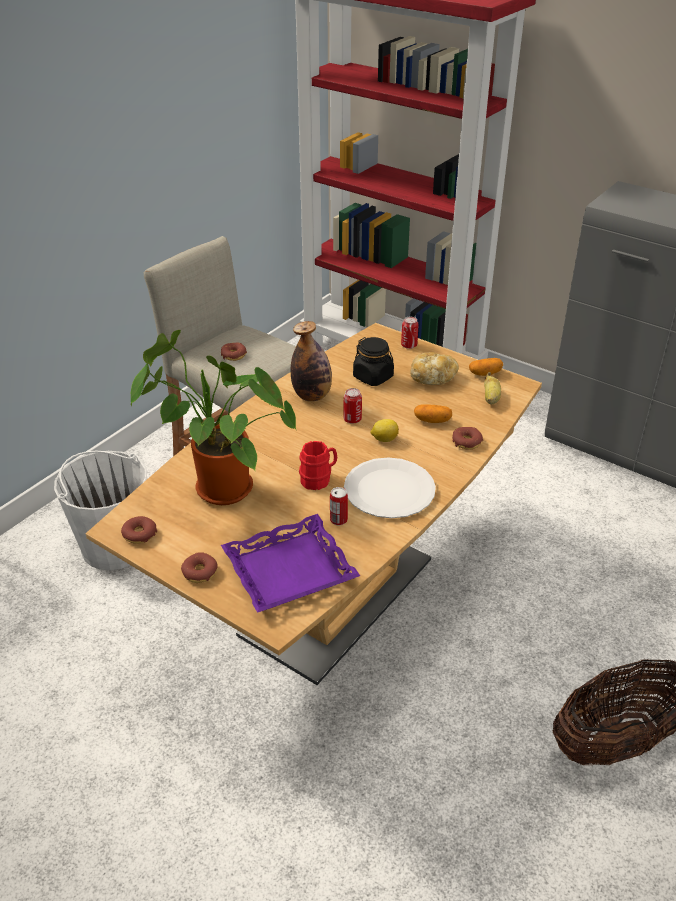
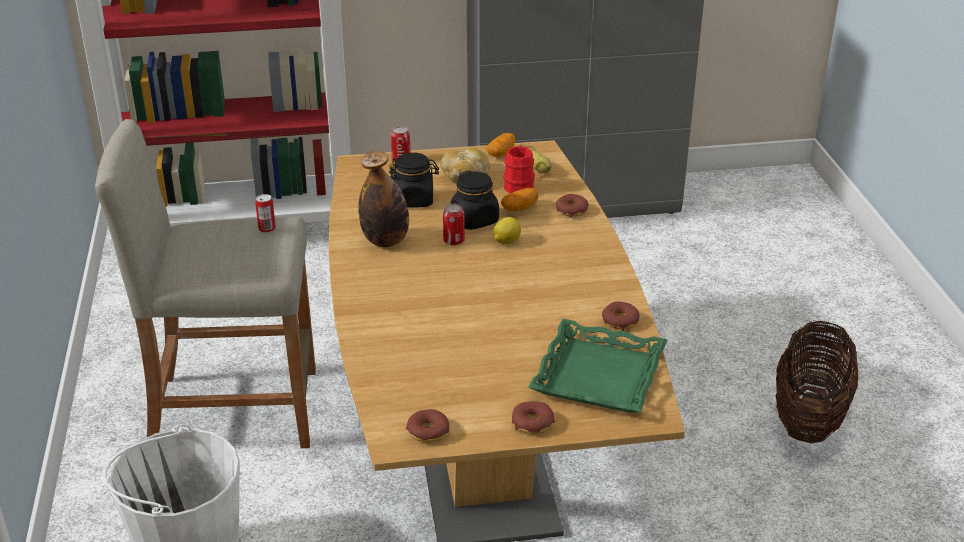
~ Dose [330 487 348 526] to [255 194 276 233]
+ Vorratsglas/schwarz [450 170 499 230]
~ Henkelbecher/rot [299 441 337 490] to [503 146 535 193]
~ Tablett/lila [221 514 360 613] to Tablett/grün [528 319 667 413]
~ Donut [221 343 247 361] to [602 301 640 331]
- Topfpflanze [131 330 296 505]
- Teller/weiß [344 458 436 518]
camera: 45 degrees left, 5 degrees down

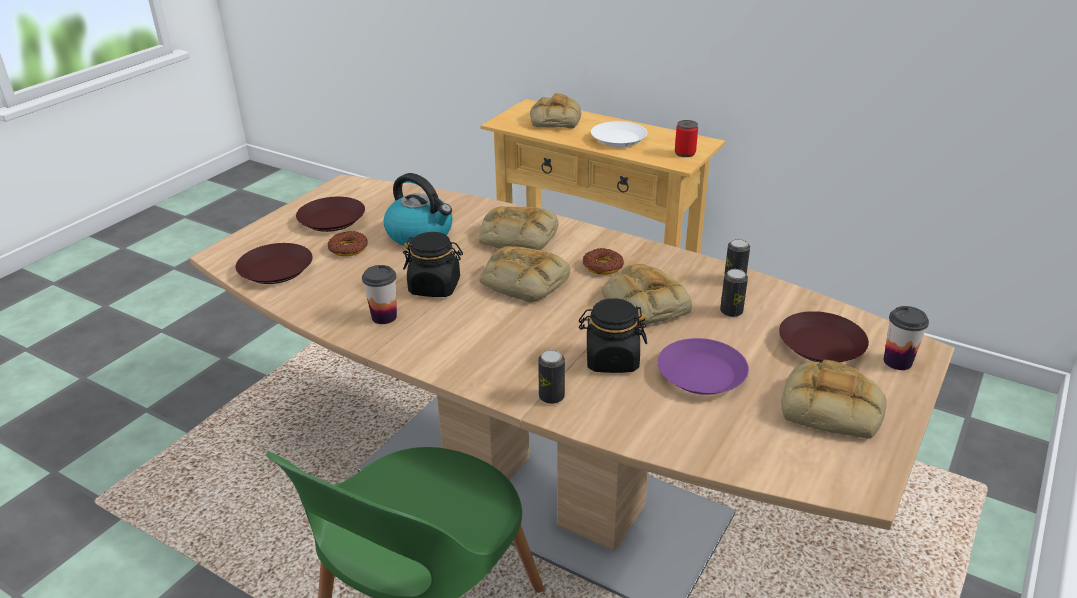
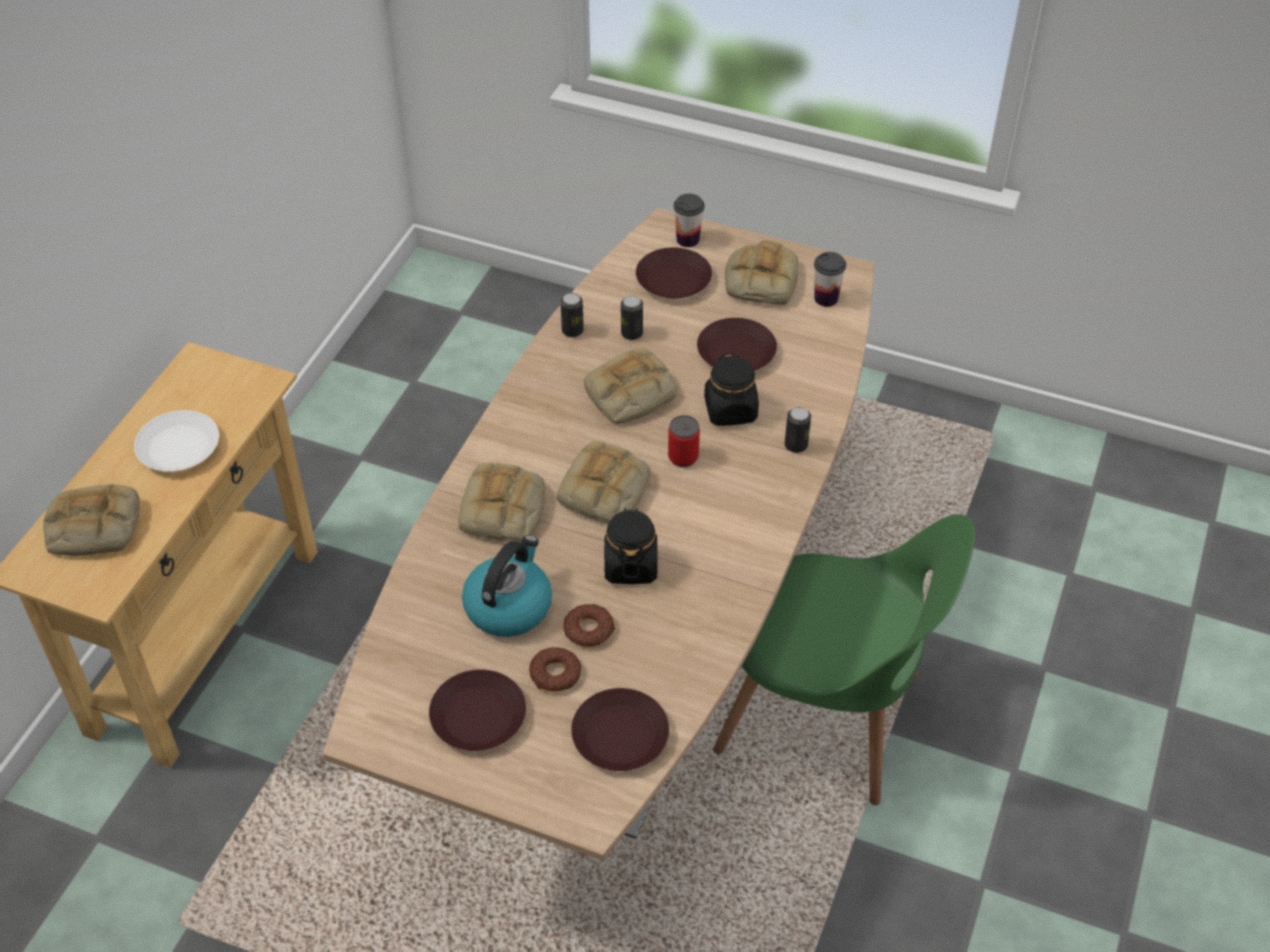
~ Donut [583 248 624 275] to [563 604 615 647]
~ Dose [675 120 698 157] to [668 415 700 467]
~ Teller/lila [658 338 749 395] to Teller/braun [697 318 777 371]
~ Tasse [362 265 397 324] to [814 252 846 307]
camera: 100 degrees left, 15 degrees up

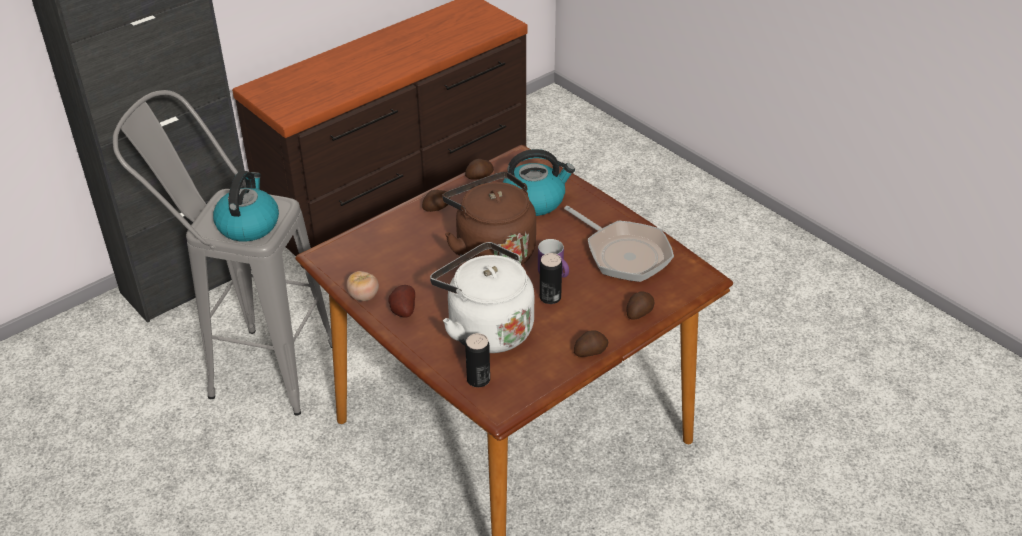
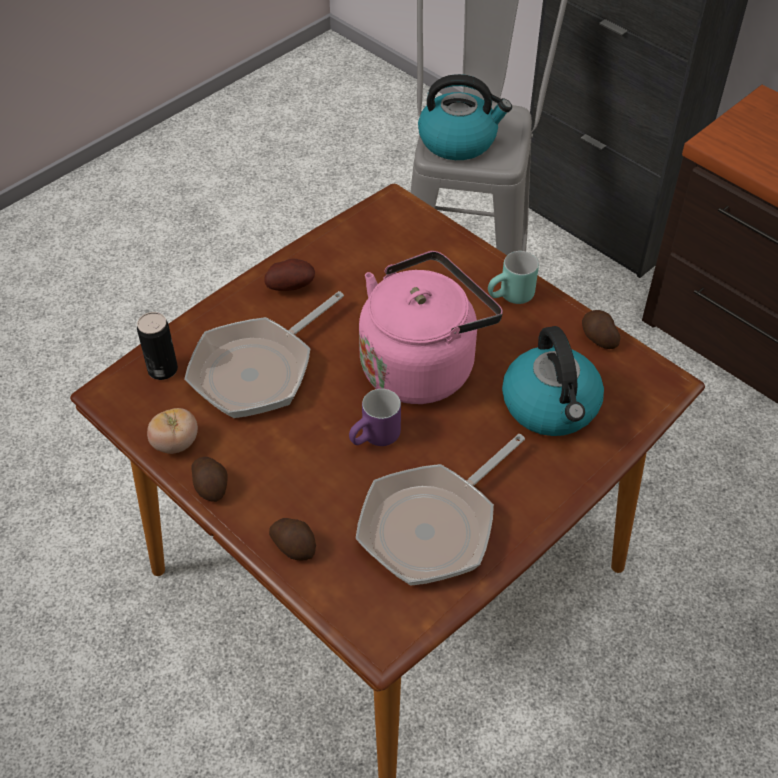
~ Tomate [346 271 379 301] to [147 408 198 454]
~ Wasserkessel/weiß [430 242 534 353] to Pfanne [185 291 344 418]
~ Wasserkessel/braun [443 172 536 265] to Wasserkessel/rosa [359 251 503 404]
~ Kartoffel [422 190 450 212] to Henkelbecher/türkis [488 251 539 304]
- Dose [540 253 562 304]
camera: 85 degrees right, 10 degrees up

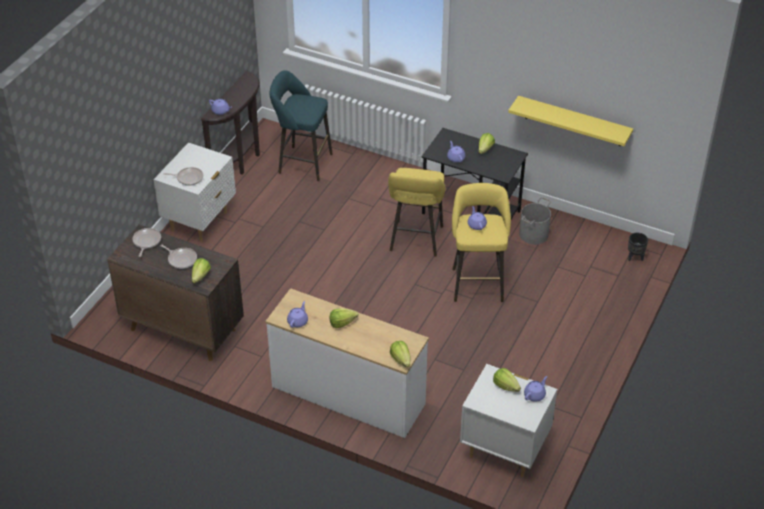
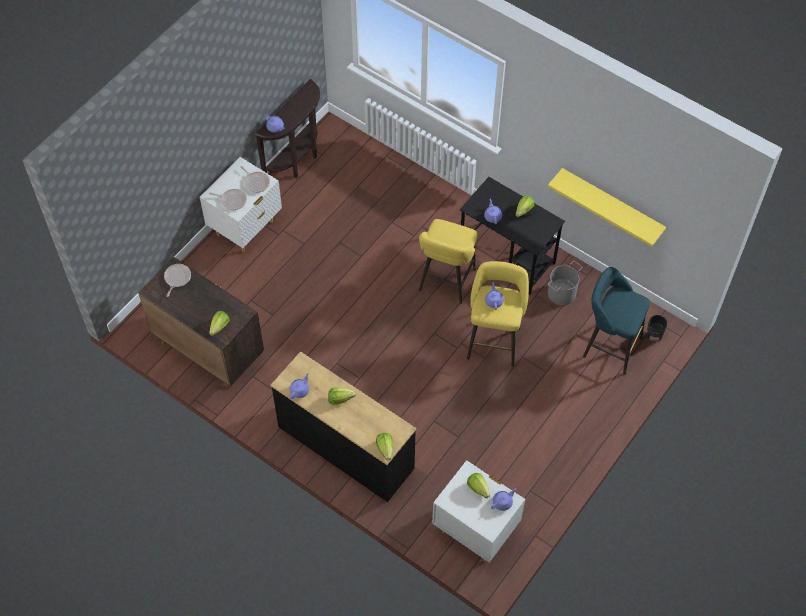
~ Pfanne [160 245 197 269] to [240 166 270 193]
~ Kommode/weiß [265 288 429 438] to Kommode/schwarz [271 351 416 502]
~ Hocker/türkis [270 70 333 181] to [583 267 650 375]
camera: 10 degrees right, 15 degrees up

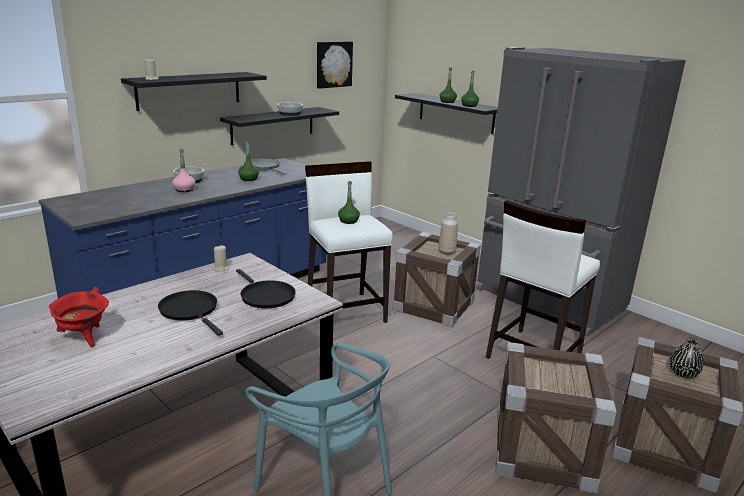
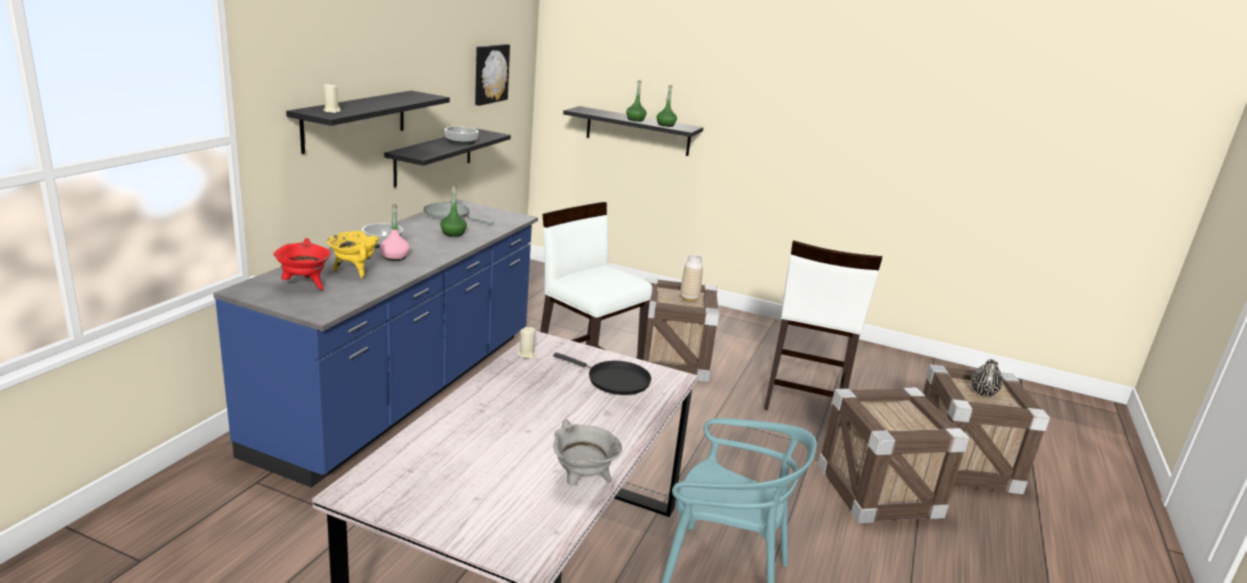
~ Kochtopf/rot [49 287 109 347] to [273 238 331 290]
+ Kochtopf/gelb [327 231 379 279]
+ Kochtopf/grau [554 419 622 486]
- Pfanne/schwarz [158 290 223 336]
- Flasche/grün [338 181 360 224]
- Kühlschrank/grau [476 47 686 336]
camera: 25 degrees left, 0 degrees up

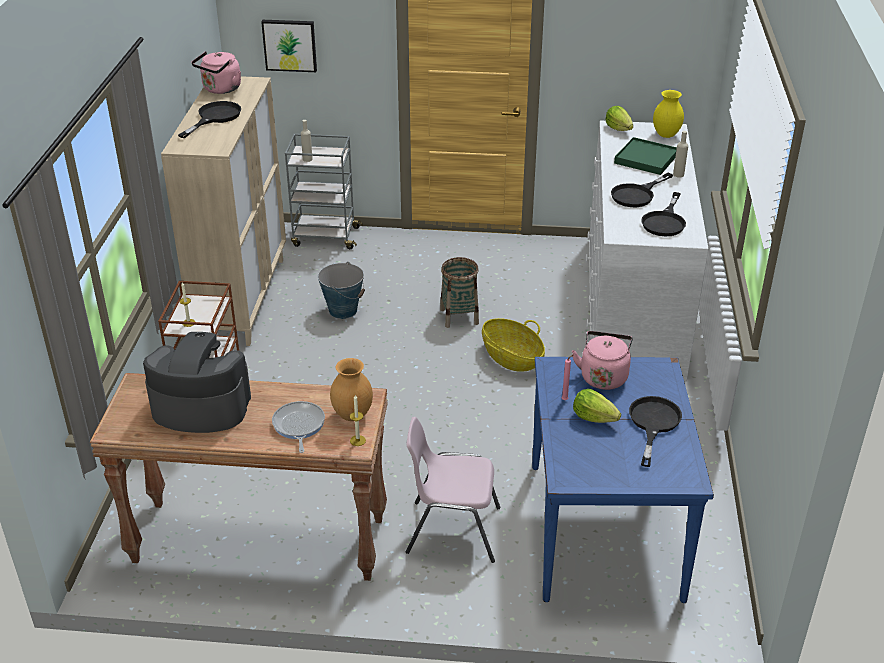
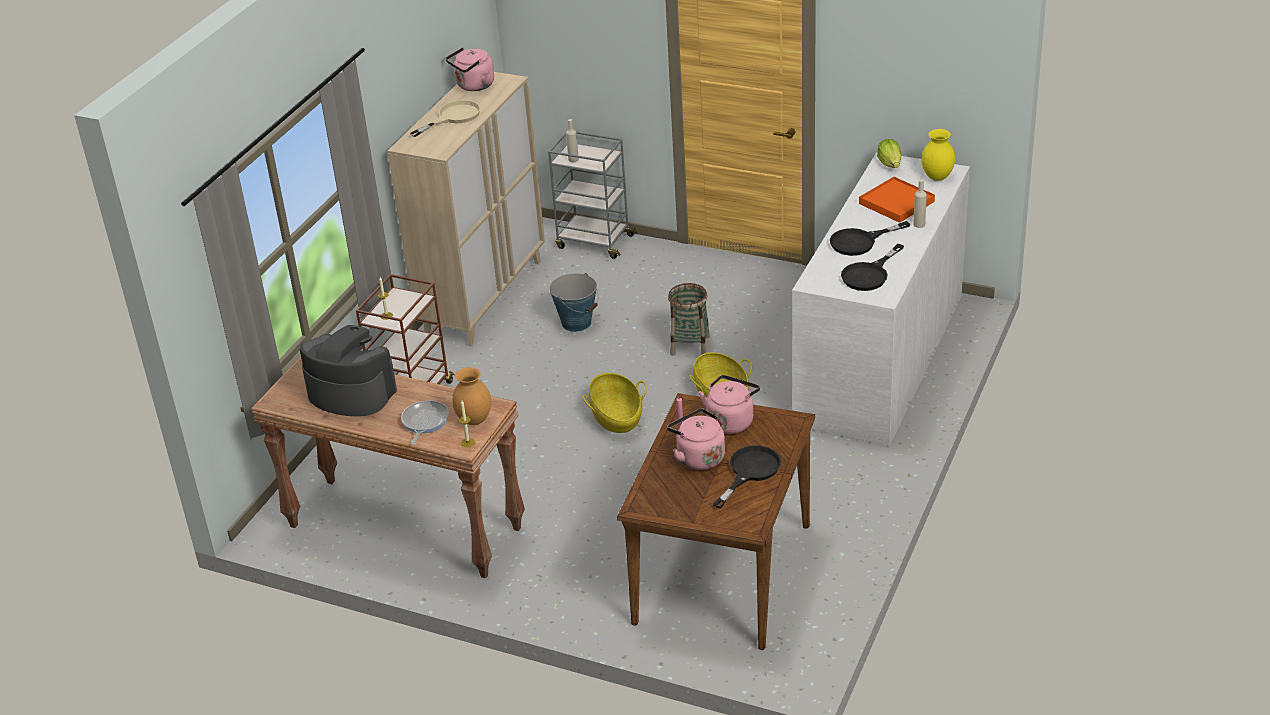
~ Pfanne/schwarz [178 101 241 138] to Pfanne/beige [410 100 481 137]
+ Korb [582 373 647 433]
~ Esstisch/blau [532 357 714 603] to Esstisch/braun [617 393 815 650]
~ Salatkopf [573 389 621 423] to Wasserkessel/rosa [667 409 725 470]
~ Tablett/grün [614 137 677 175] to Tablett/orange [859 177 935 223]
- Bild [261 20 317 72]
- Stuhl/rosa [406 417 500 563]
camera: 20 degrees right, 0 degrees up

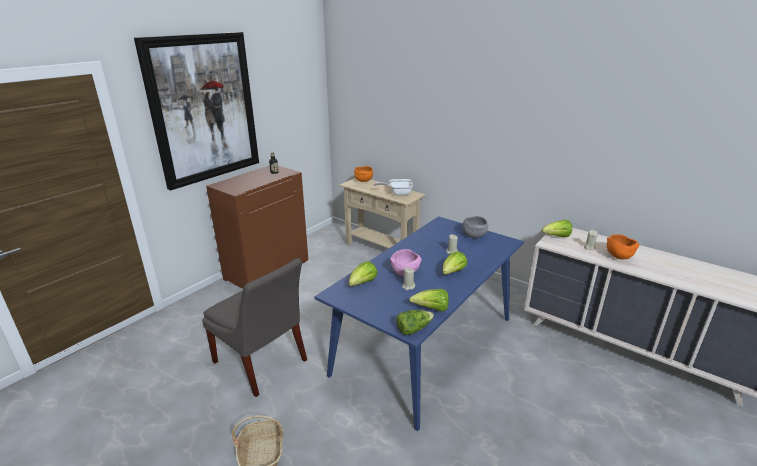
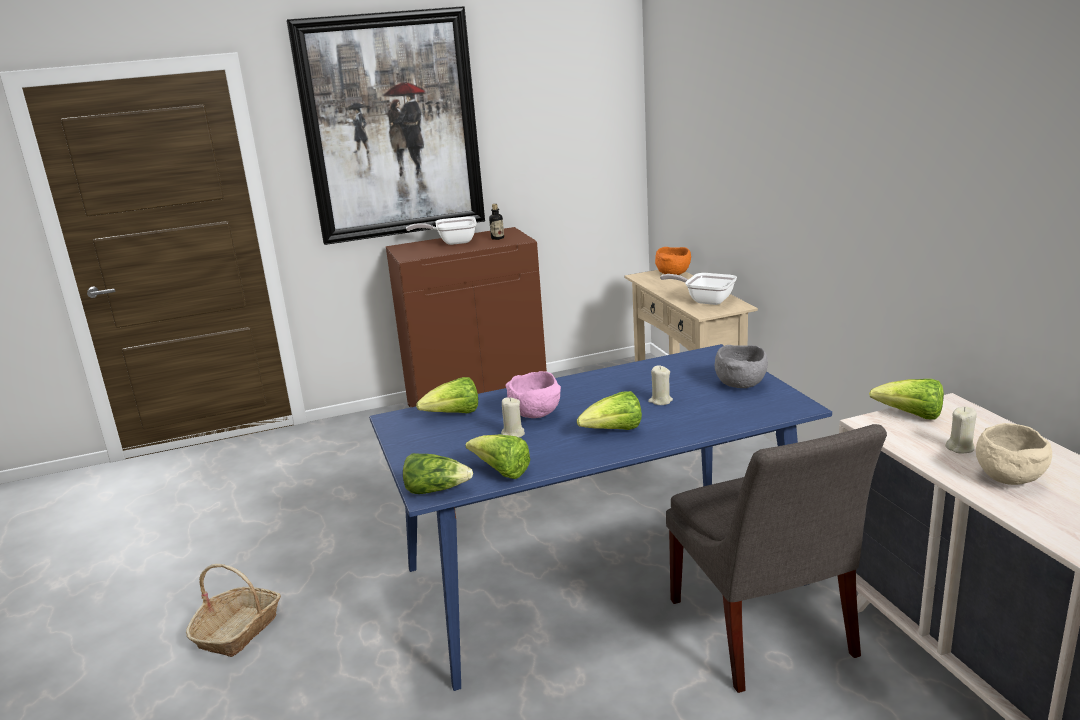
+ Pfanne [406 216 477 245]
~ Stuhl/grau [202 258 307 397] to [666 424 887 693]
~ Schüssel/orange [607 234 639 259] to Schüssel/beige [976 423 1052 485]
camera: 35 degrees right, 5 degrees down

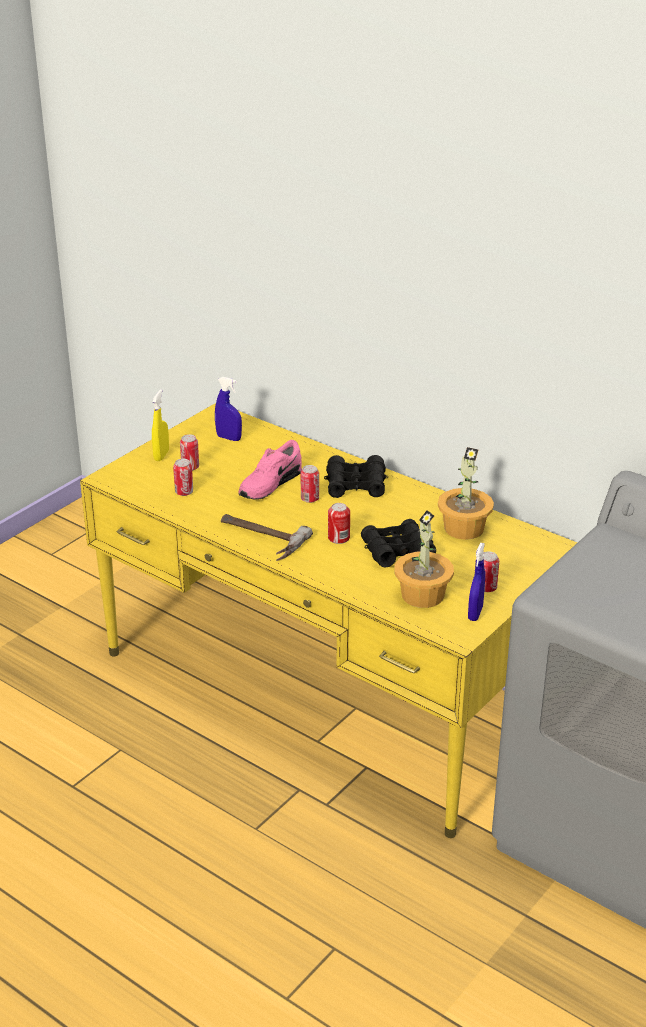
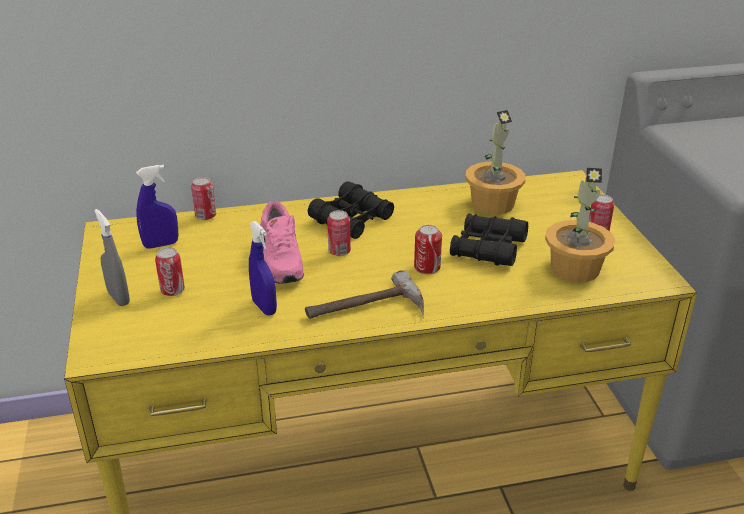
~ Sprühflasche/gelb [152 389 169 461] to Sprühflasche/grau [94 209 130 306]
~ Dose [173 459 193 496] to [191 177 216 220]
~ Sprühflasche/blau [468 543 485 621] to [249 221 277 315]
camera: 50 degrees left, 0 degrees up

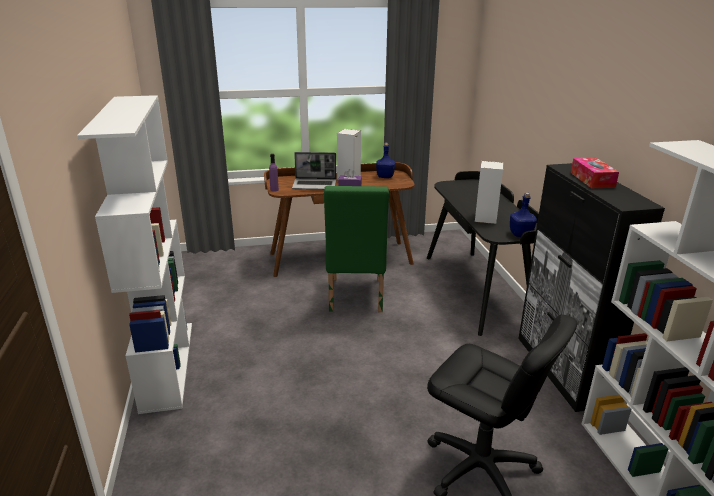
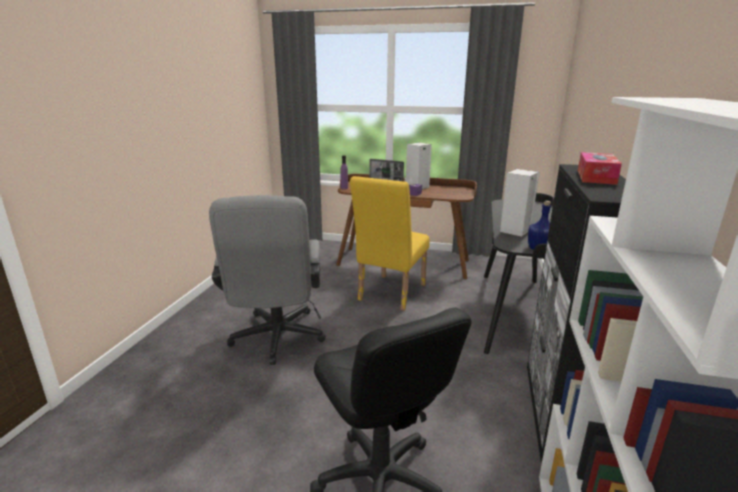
+ Bürostuhl/grau [209 195 326 365]
~ Stuhl/grün [324 186 389 312] to Stuhl/gelb [350 176 429 311]
- Bücherregal/weiß [77 95 192 414]
- Flasche/blau [376 143 395 178]
camera: 25 degrees right, 5 degrees down

